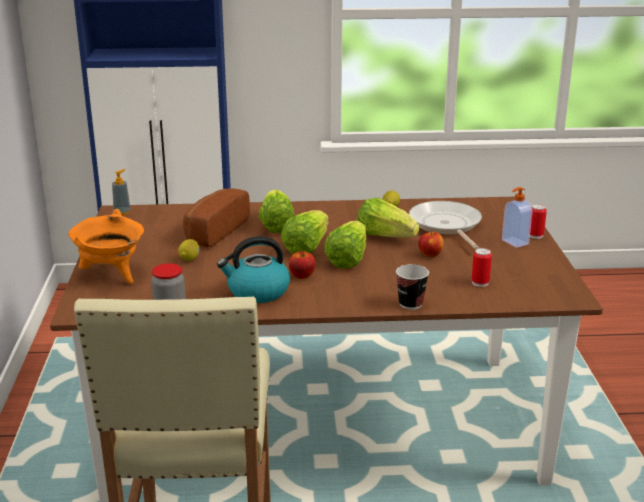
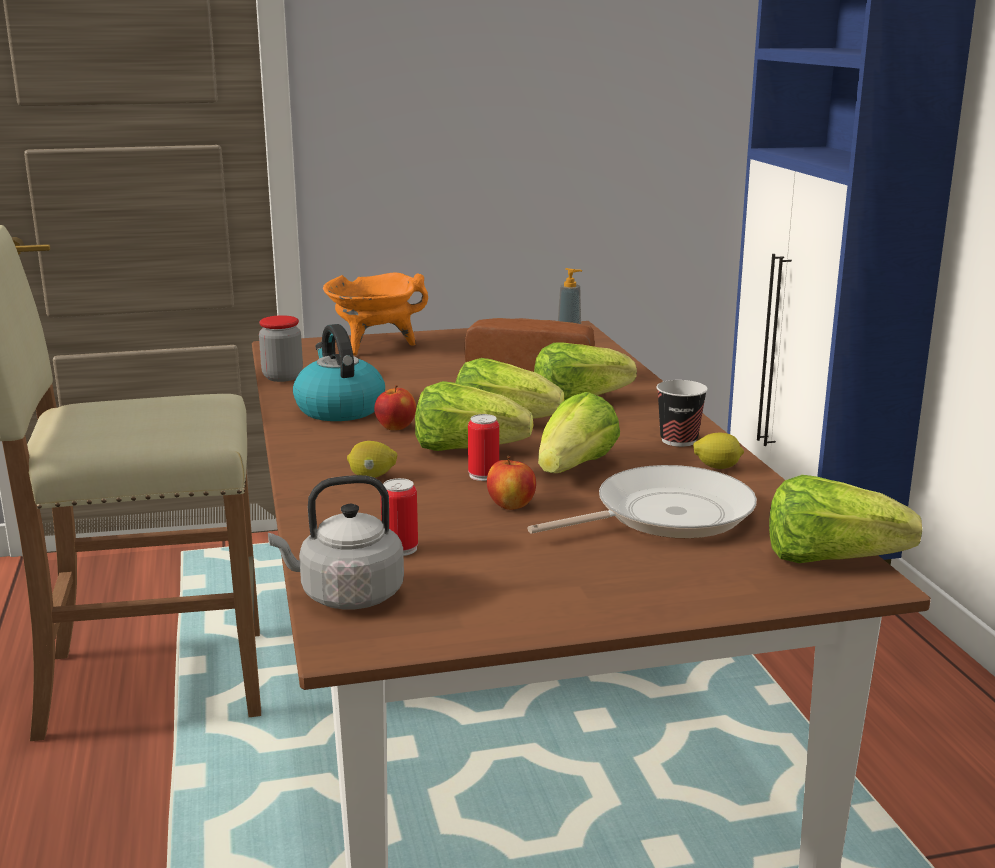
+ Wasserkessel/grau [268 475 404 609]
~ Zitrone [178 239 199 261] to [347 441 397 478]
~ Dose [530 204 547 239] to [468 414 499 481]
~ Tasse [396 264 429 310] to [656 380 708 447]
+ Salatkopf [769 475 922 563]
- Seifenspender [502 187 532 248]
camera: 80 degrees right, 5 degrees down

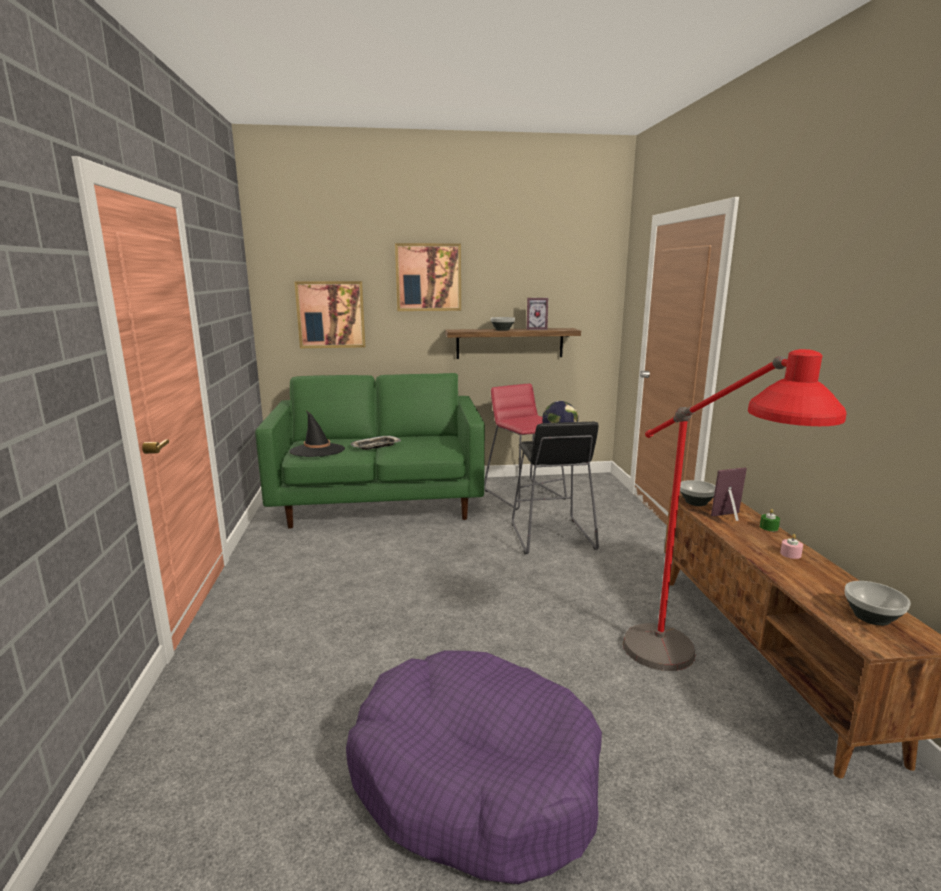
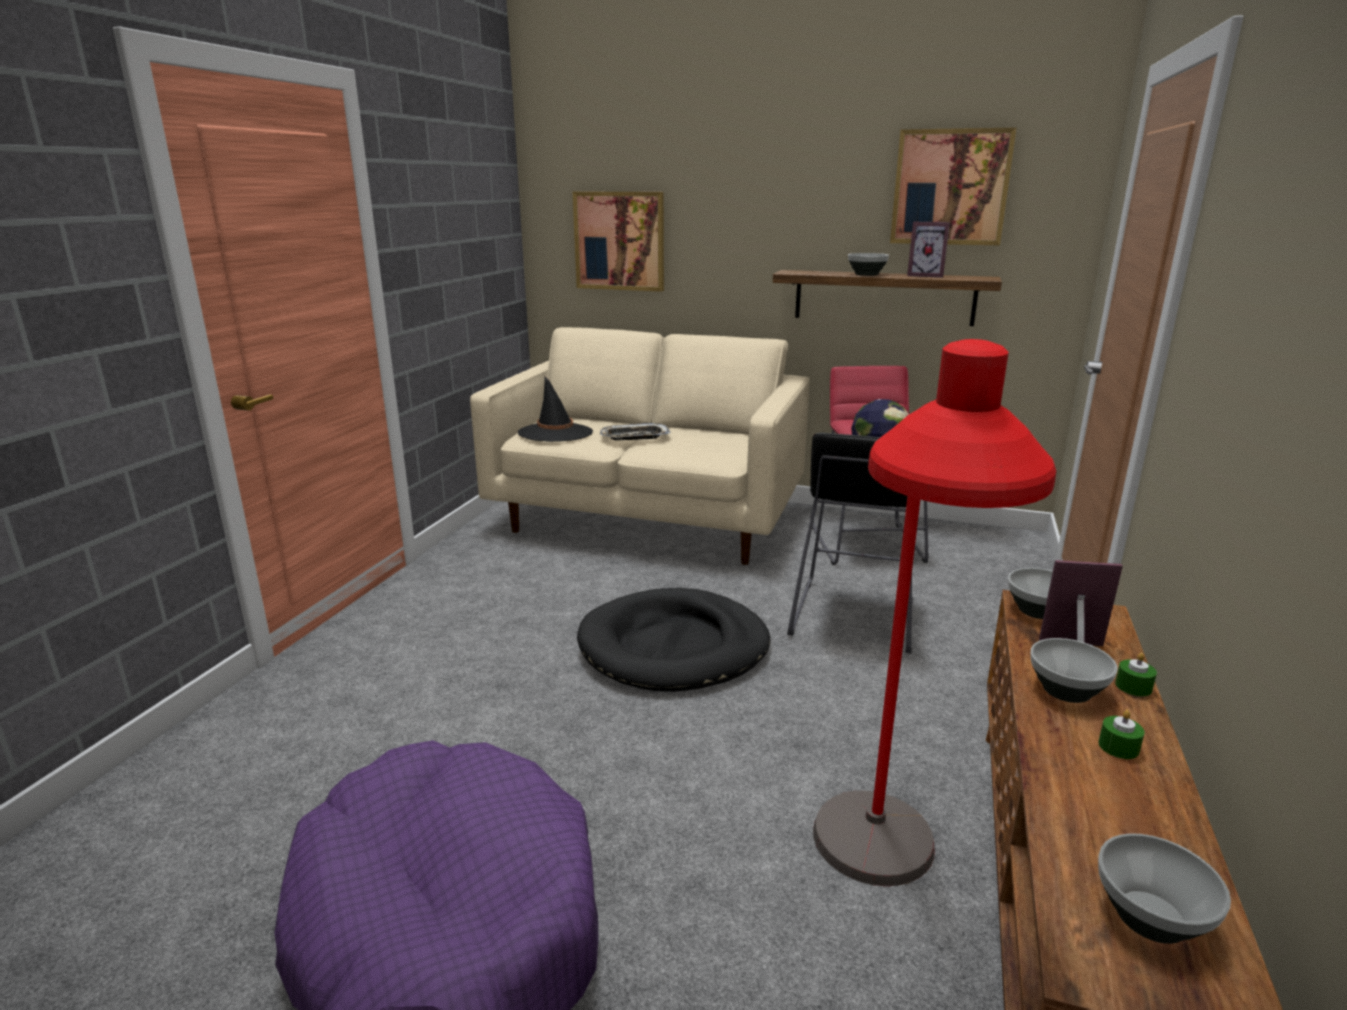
~ Sofa/grün [255 373 485 529] to Sofa/beige [470 327 809 565]
+ Hundebett/schwarz [577 588 771 692]
~ Bild [395 243 461 311] to [890 127 1017 245]
+ Schüssel [1030 638 1118 703]
~ Kerze/rosa [780 534 803 559] to Kerze/grün [1098 710 1145 759]
camera: 25 degrees right, 5 degrees up

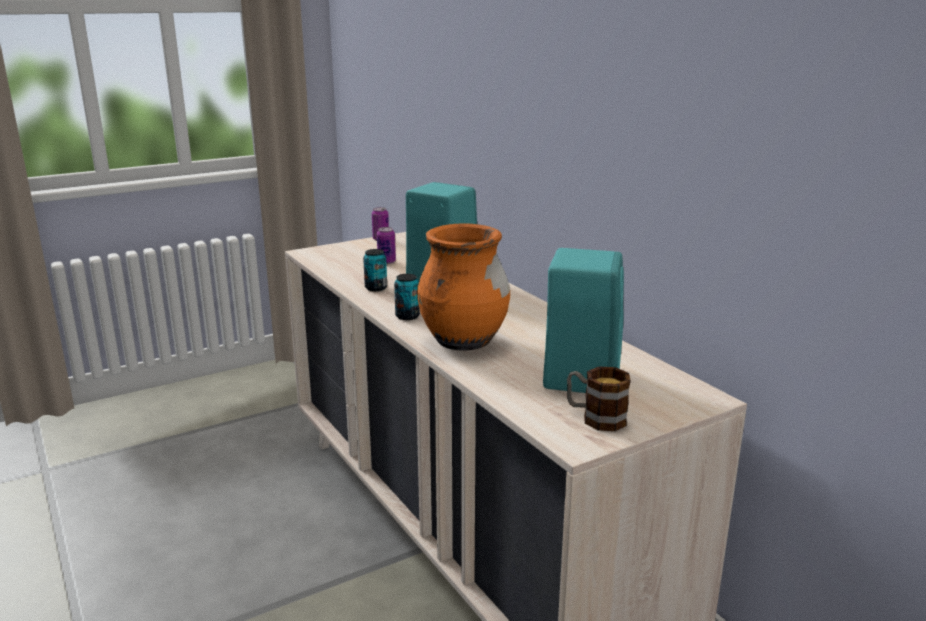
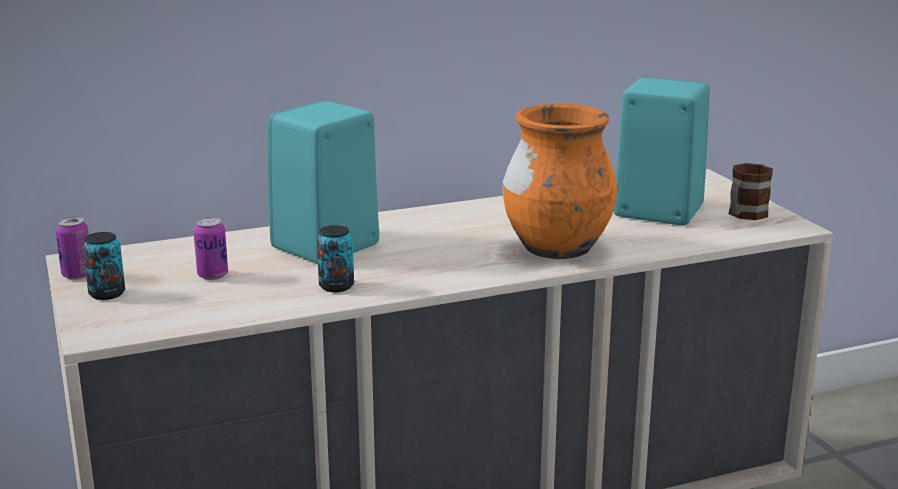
~ Dose [394 274 420 320] to [83 232 125 300]
camera: 80 degrees left, 0 degrees up

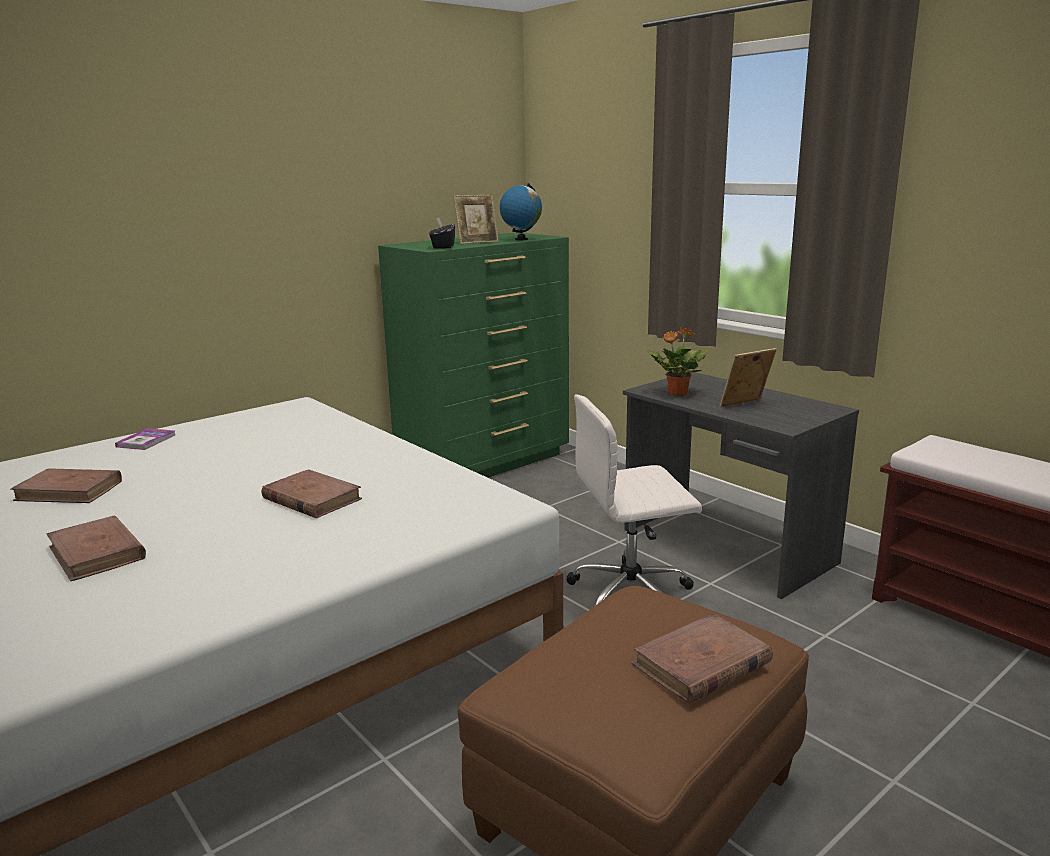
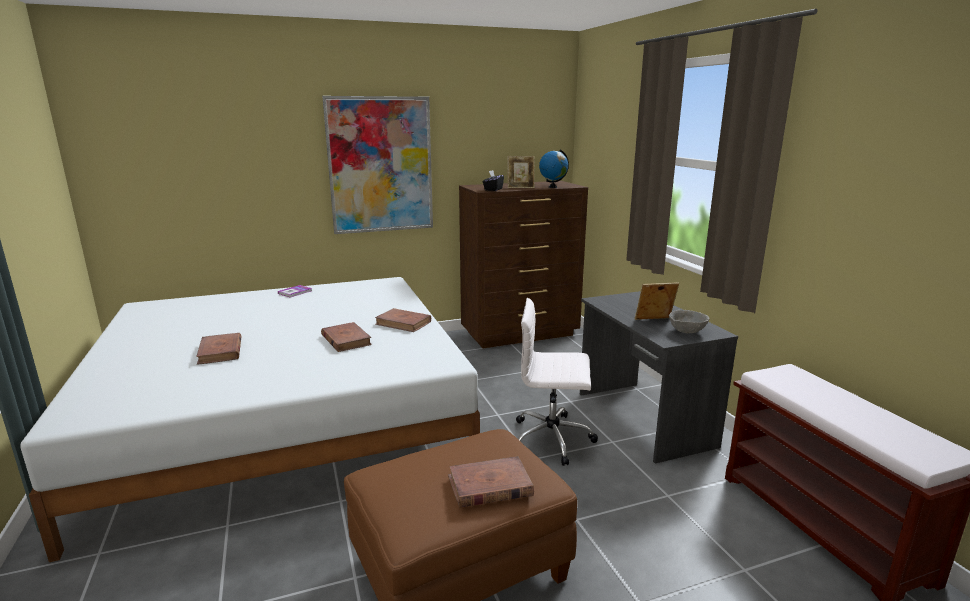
+ Bild [322 96 433 234]
~ Buch/braun [10 468 122 503] to [375 308 431 332]
~ Kommode/grün [378 232 569 478] to Kommode/braun [459 181 588 348]
+ Schüssel/grau [669 310 709 333]
- Topfpflanze [647 327 709 396]
camera: 20 degrees right, 0 degrees up

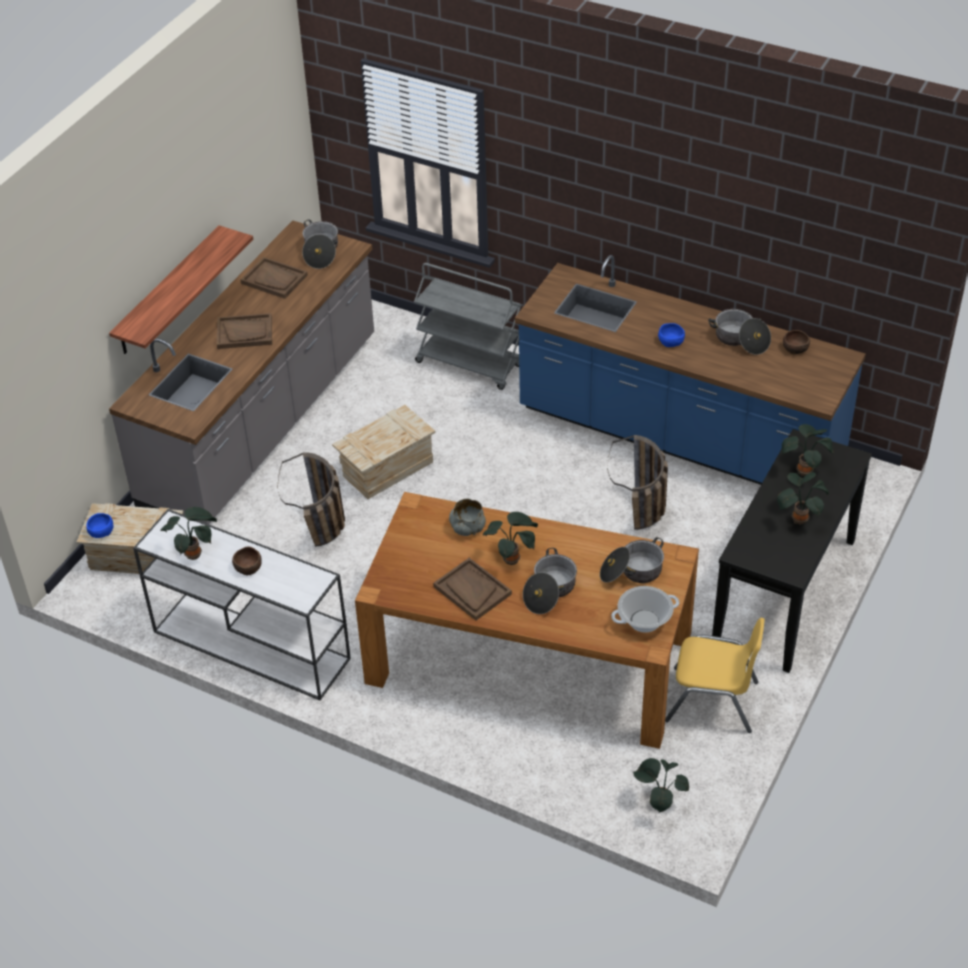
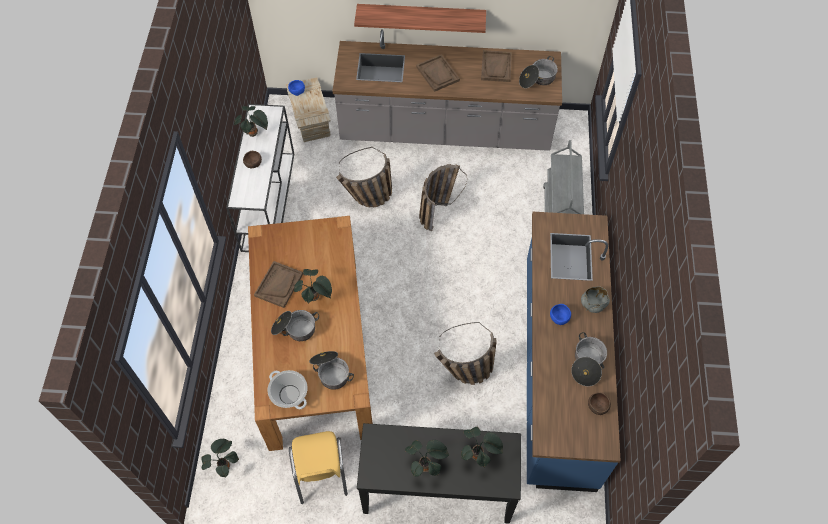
~ Kiste [332 405 435 499] to Korb [419 164 467 231]
~ Schüssel/grau [449 499 486 536] to [581 286 610 313]
camera: 65 degrees right, 15 degrees up

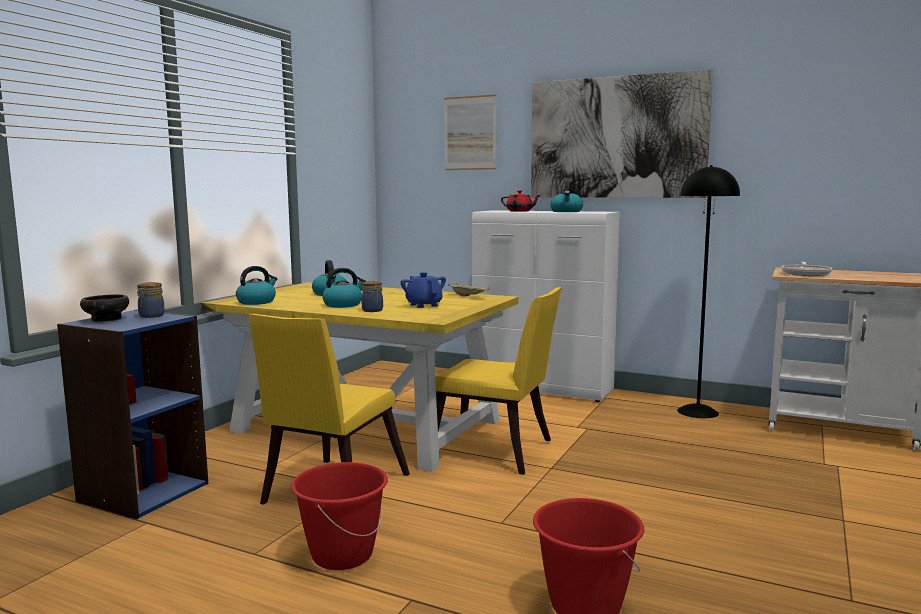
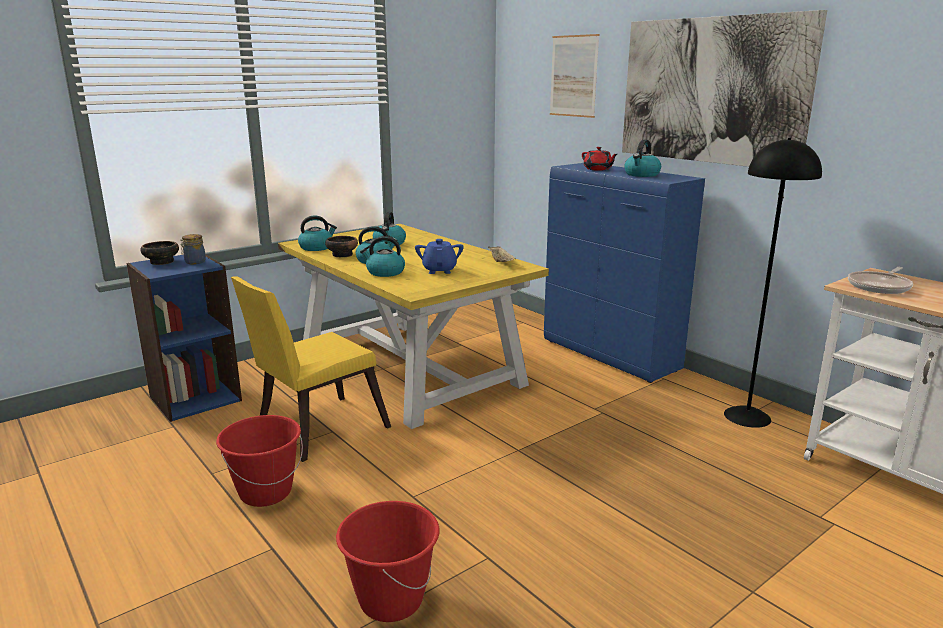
+ Schüssel [325 236 358 258]
~ Vorratsglas [362 281 383 312] to Wasserkessel [360 236 405 277]
~ Schrank/weiß [472 210 620 402] to Schrank/blau [544 163 705 383]
- Stuhl/gelb [436 287 562 475]
camera: 25 degrees right, 10 degrees up

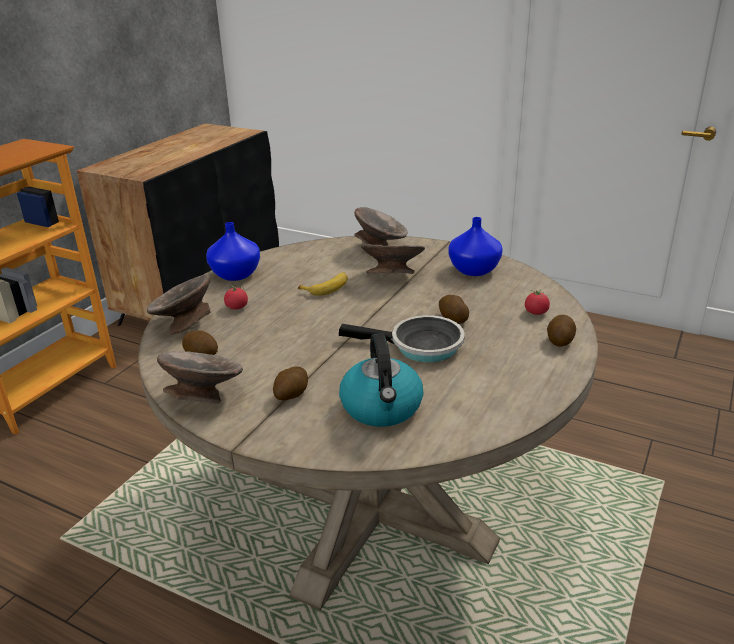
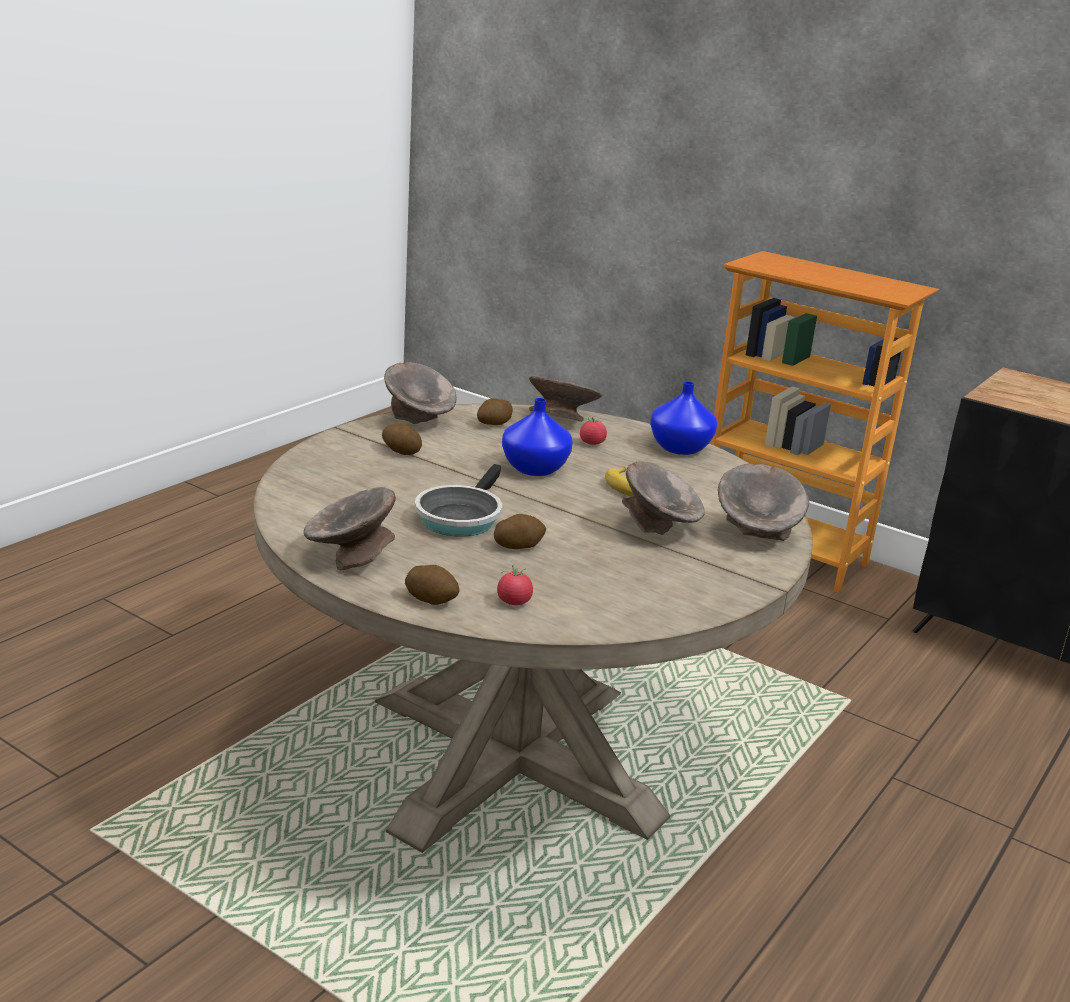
+ Schüssel/grau [304 487 396 571]
~ Vase/blau [448 217 502 276] to [502 398 573 476]
- Wasserkessel [339 333 423 427]
camera: 95 degrees right, 5 degrees down

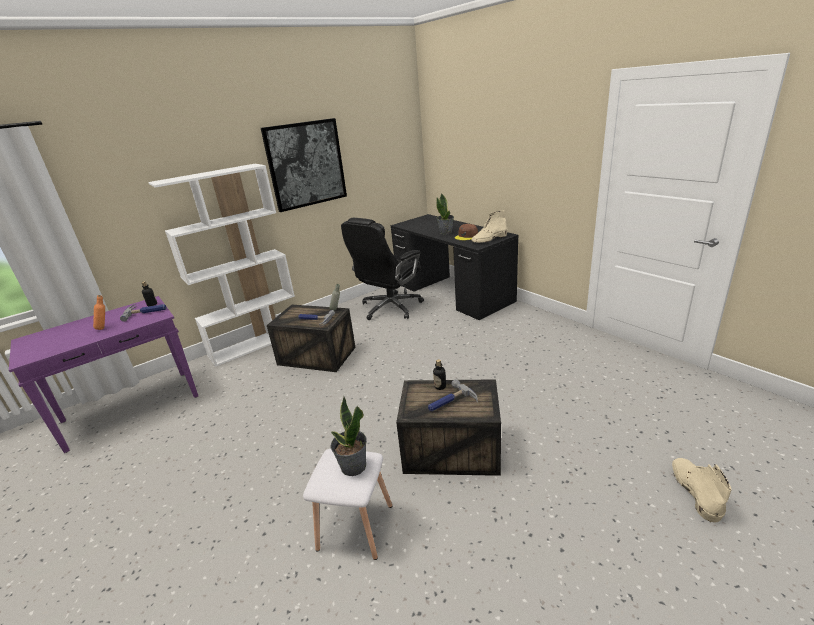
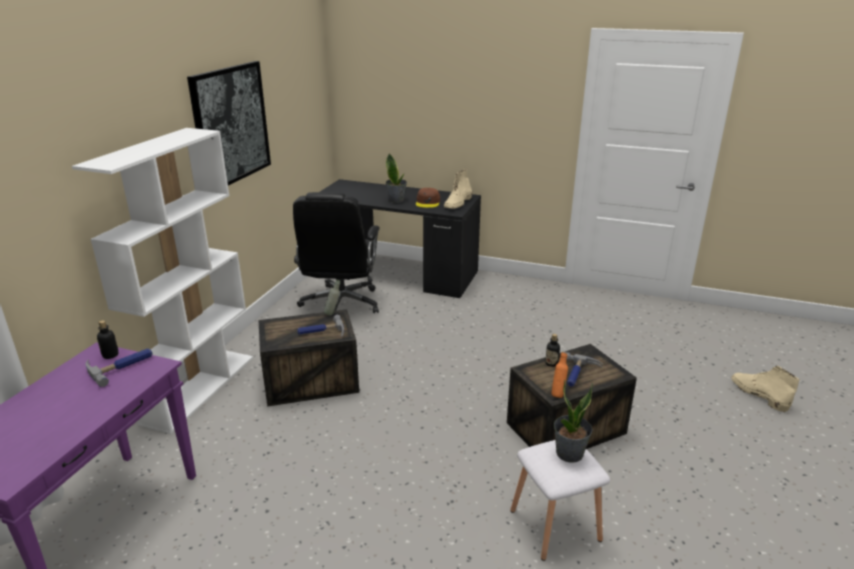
~ Flasche/orange [93 295 105 330] to [551 352 568 398]
camera: 35 degrees left, 0 degrees up

